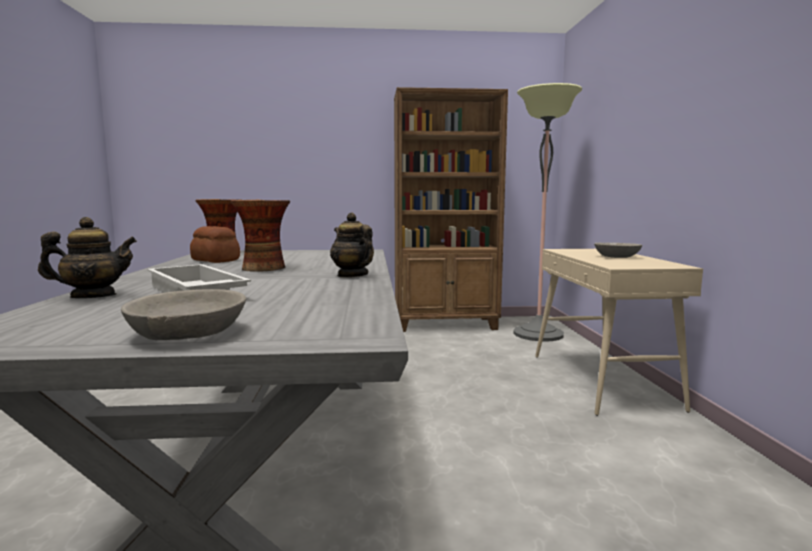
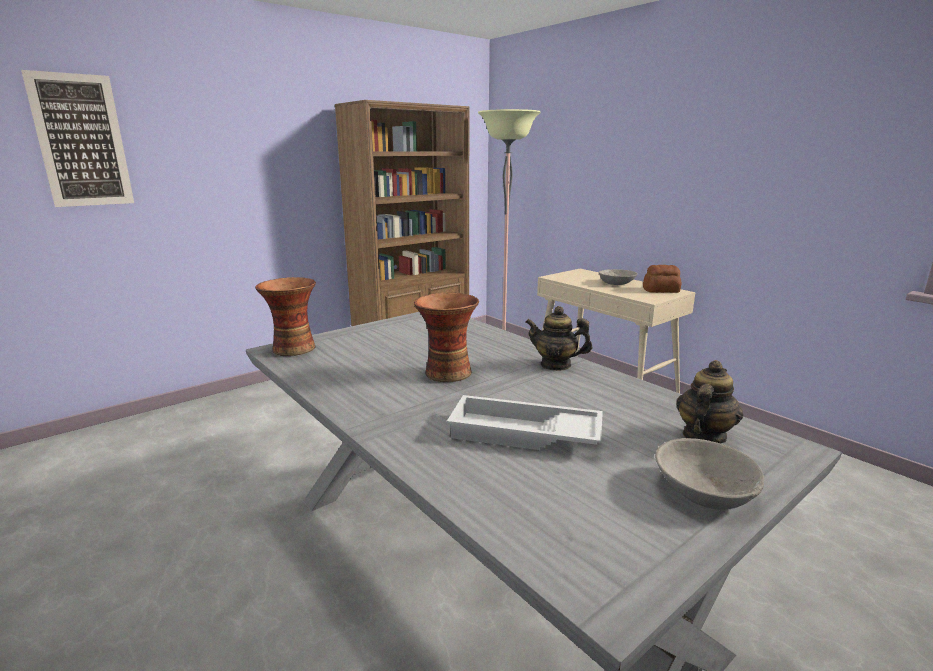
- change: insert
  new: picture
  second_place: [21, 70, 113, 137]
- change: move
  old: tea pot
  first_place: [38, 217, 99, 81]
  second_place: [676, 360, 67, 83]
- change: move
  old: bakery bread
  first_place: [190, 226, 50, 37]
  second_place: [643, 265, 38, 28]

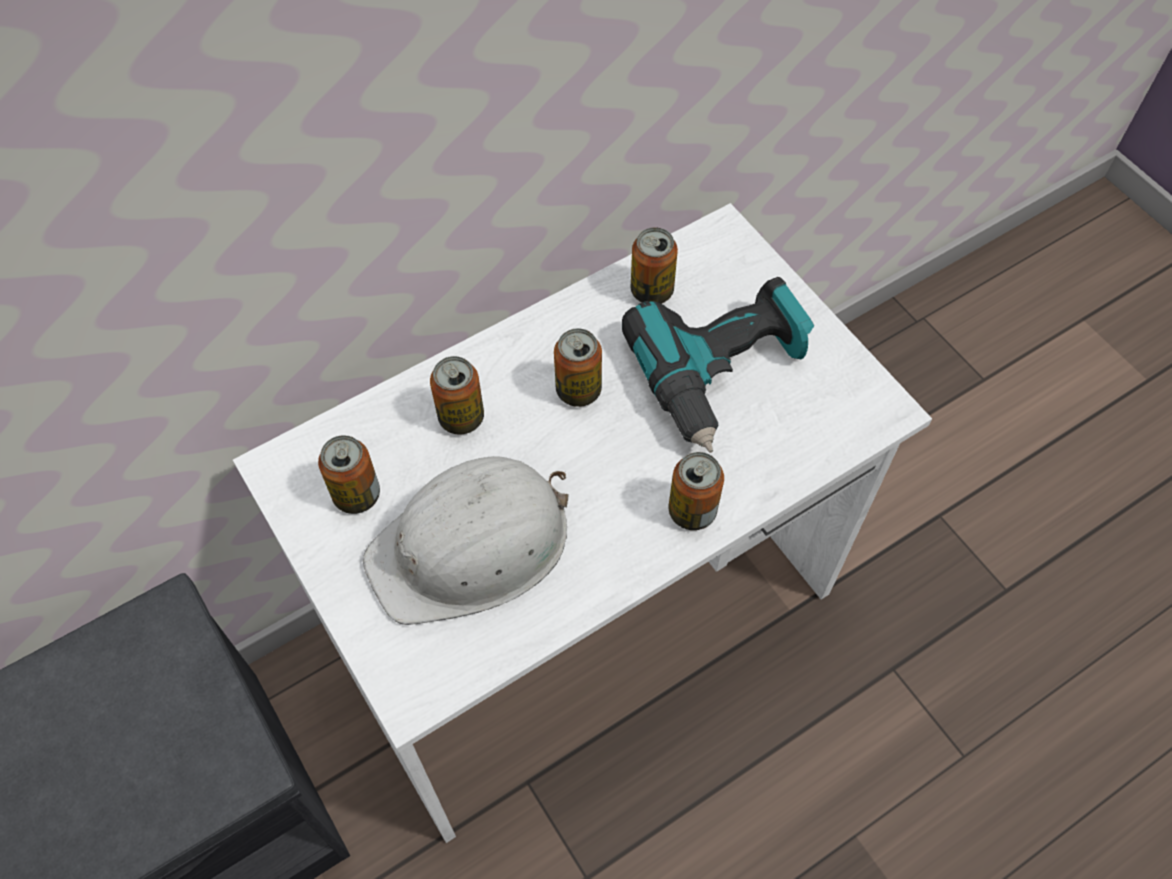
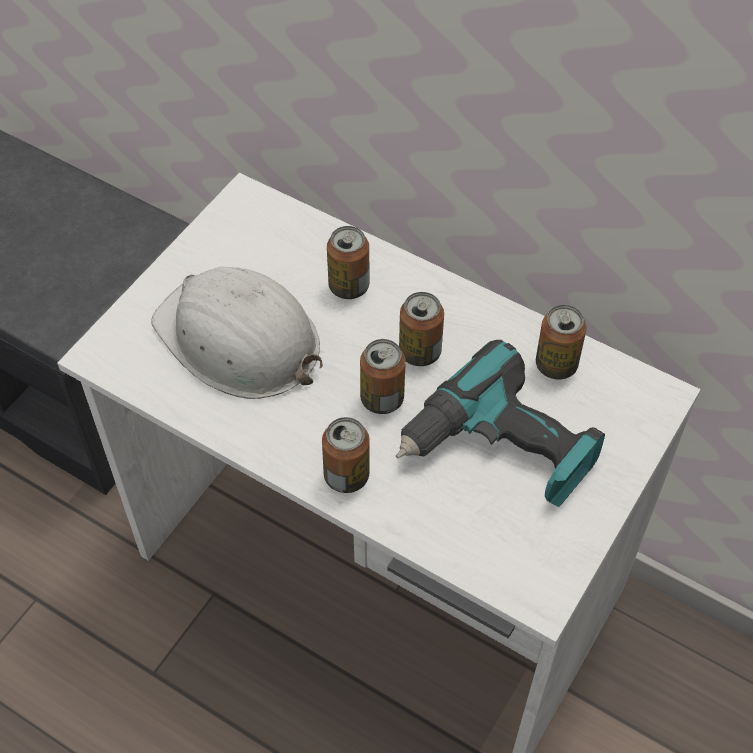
- change: move
  old: metal can
  first_place: [318, 436, 62, 78]
  second_place: [360, 339, 46, 75]

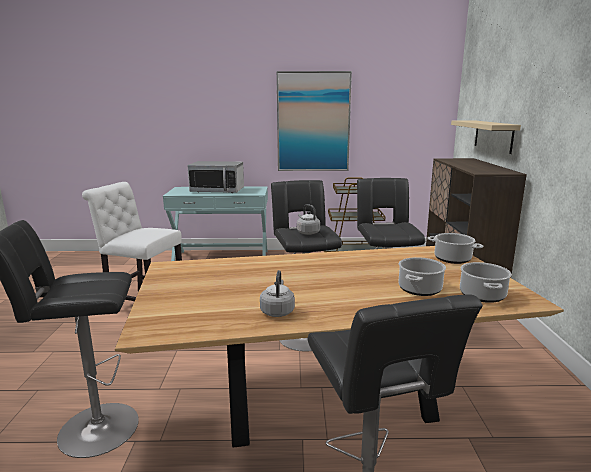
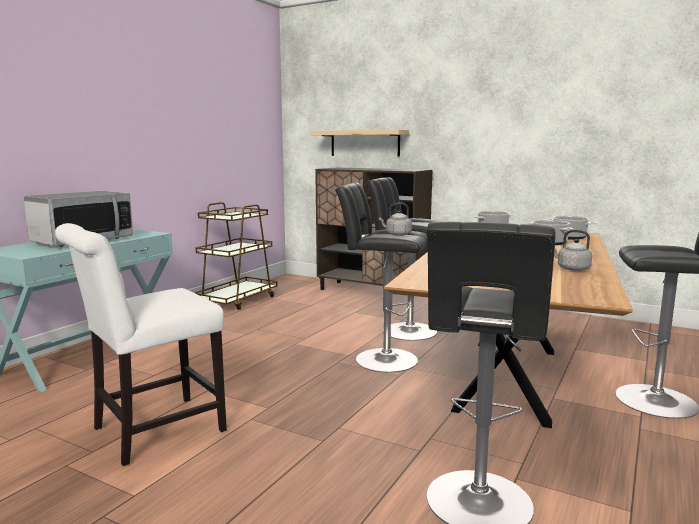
- change: delete
  old: picture
  first_place: [277, 71, 75, 100]

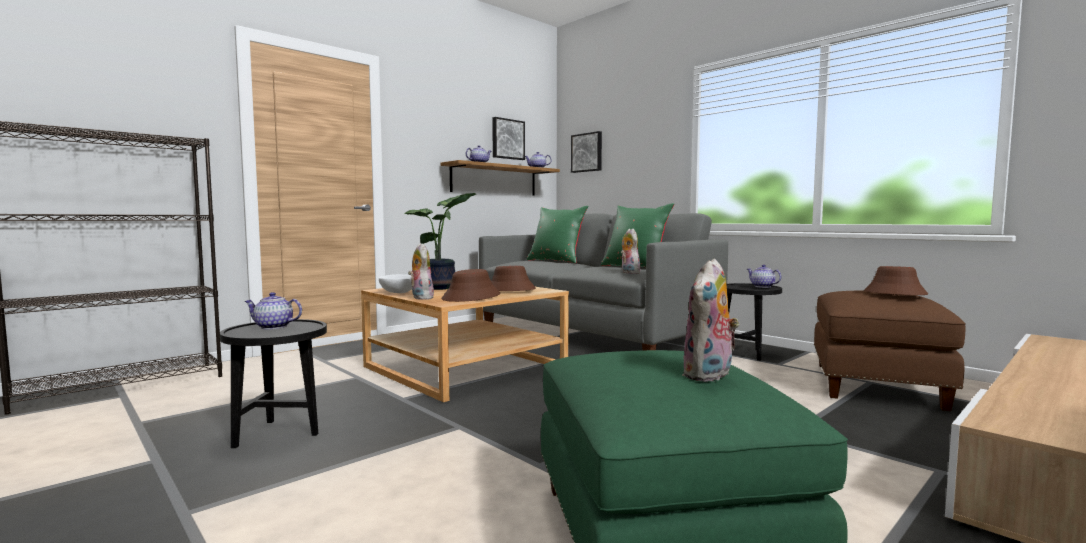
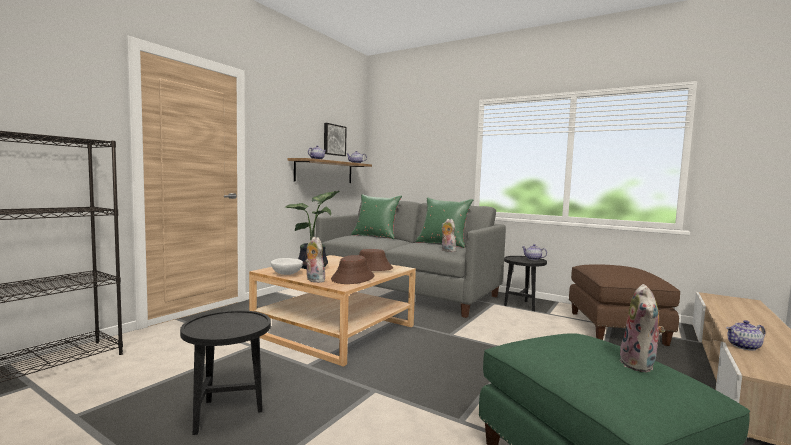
- change: delete
  old: picture
  first_place: [571, 131, 31, 42]
- change: delete
  old: brownish hat
  first_place: [864, 266, 64, 29]
- change: move
  old: tea pot
  first_place: [245, 292, 57, 37]
  second_place: [726, 320, 39, 31]

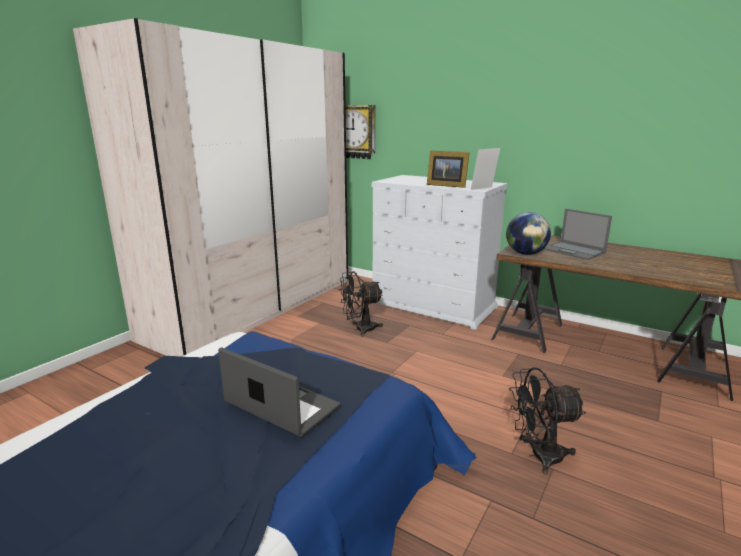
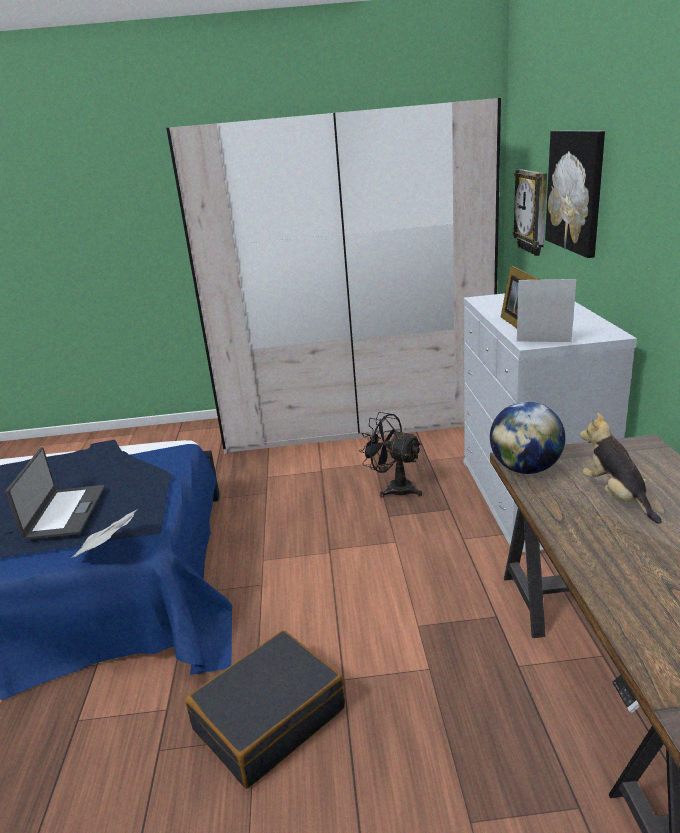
- change: insert
  new: printed paper
  second_place: [71, 509, 67, 49]
- change: insert
  new: picture
  second_place: [545, 131, 60, 127]
- change: replace
  old: black fan
  new: black suitcase
  first_place: [509, 367, 77, 107]
  second_place: [186, 630, 159, 159]
- change: replace
  old: laptop
  new: soft toy
  first_place: [544, 209, 68, 51]
  second_place: [580, 413, 82, 111]

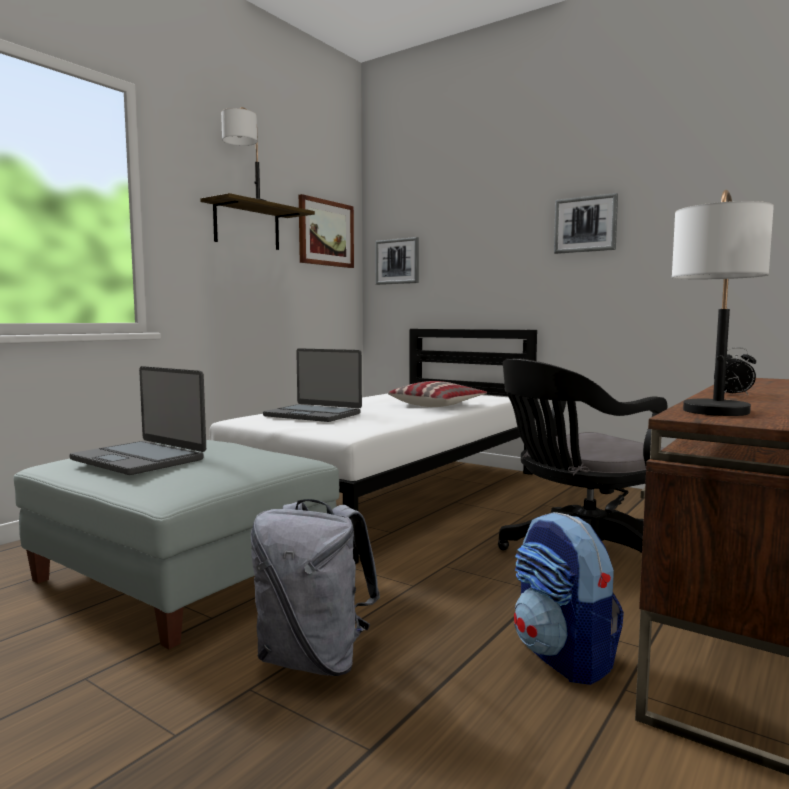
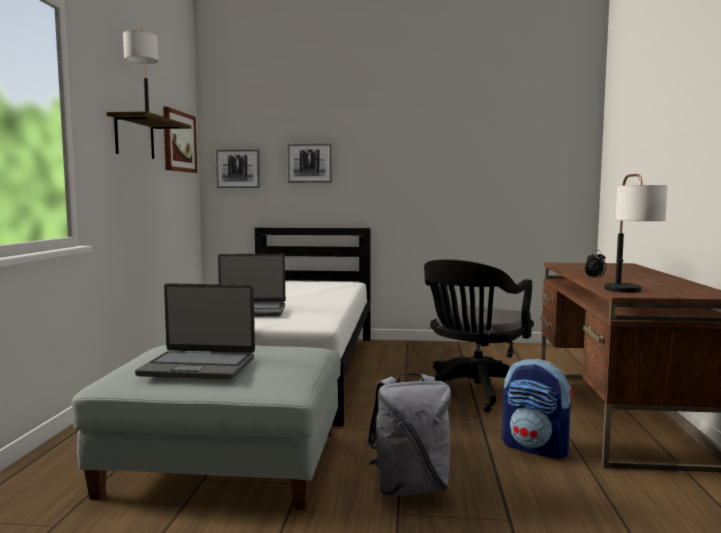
- change: delete
  old: cushion
  first_place: [388, 381, 99, 26]
- change: move
  old: picture
  first_place: [554, 193, 64, 61]
  second_place: [287, 143, 45, 40]

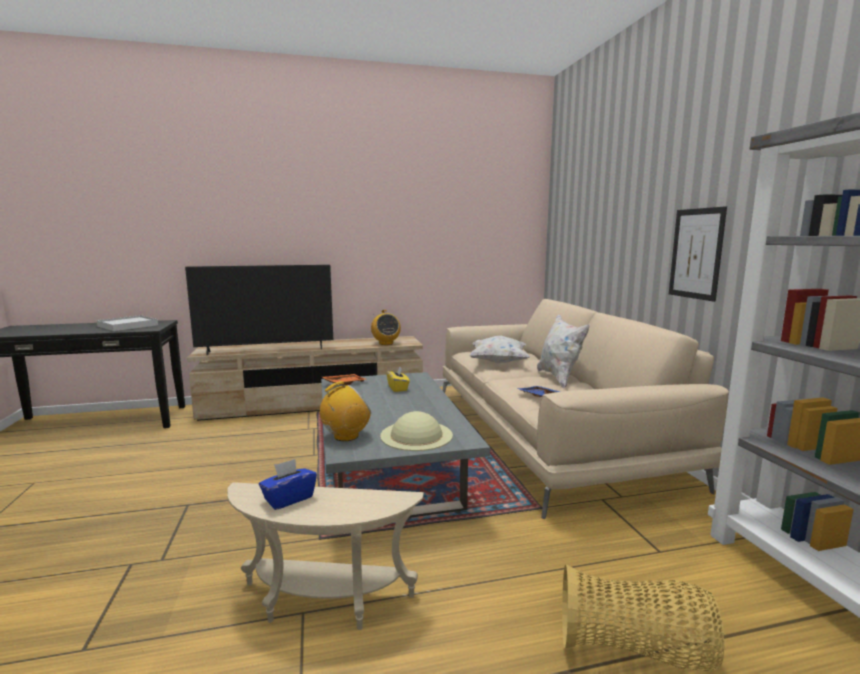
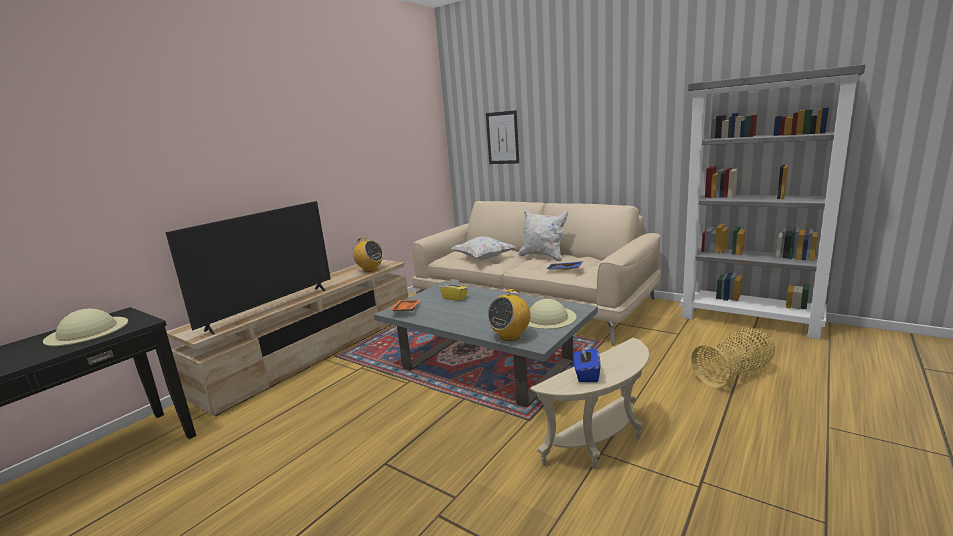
- change: move
  old: picture
  first_place: [669, 206, 58, 96]
  second_place: [486, 110, 33, 54]
- change: replace
  old: white tray
  new: beige hat
  first_place: [97, 315, 61, 16]
  second_place: [43, 309, 85, 37]
- change: rotate
  old: radio set
  first_place: [320, 381, 51, 60]
  second_place: [487, 289, 43, 52]
  degrees: -150

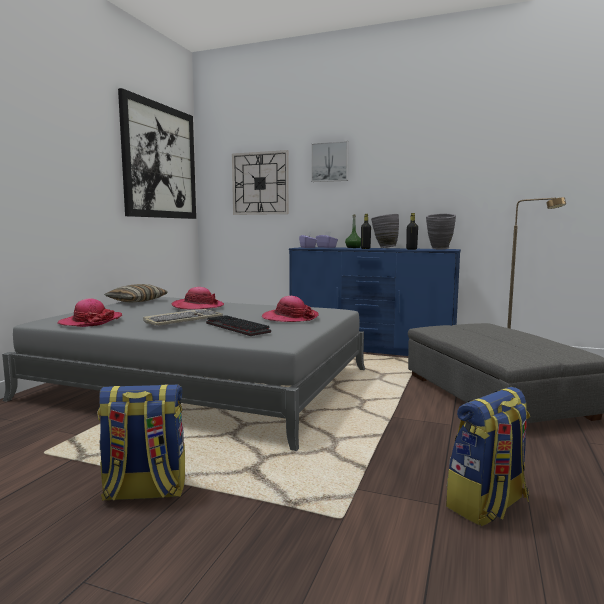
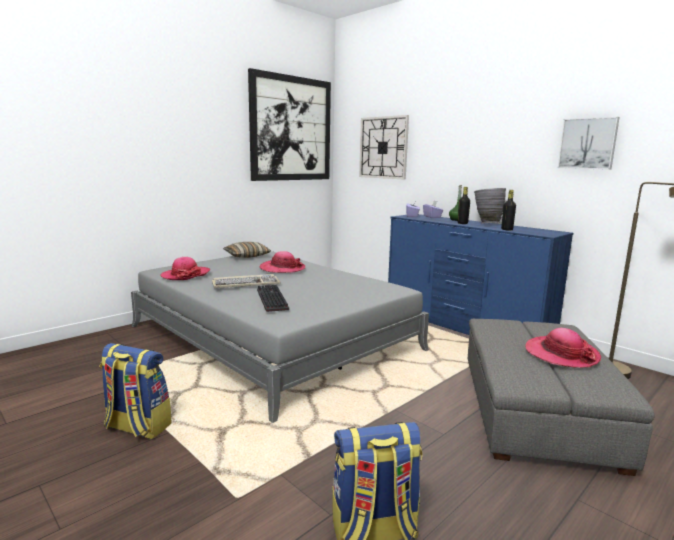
- change: delete
  old: grey vase
  first_place: [426, 214, 30, 36]
- change: move
  old: hat
  first_place: [262, 296, 57, 26]
  second_place: [525, 328, 76, 40]
- change: move
  old: picture
  first_place: [311, 141, 38, 41]
  second_place: [558, 117, 62, 53]

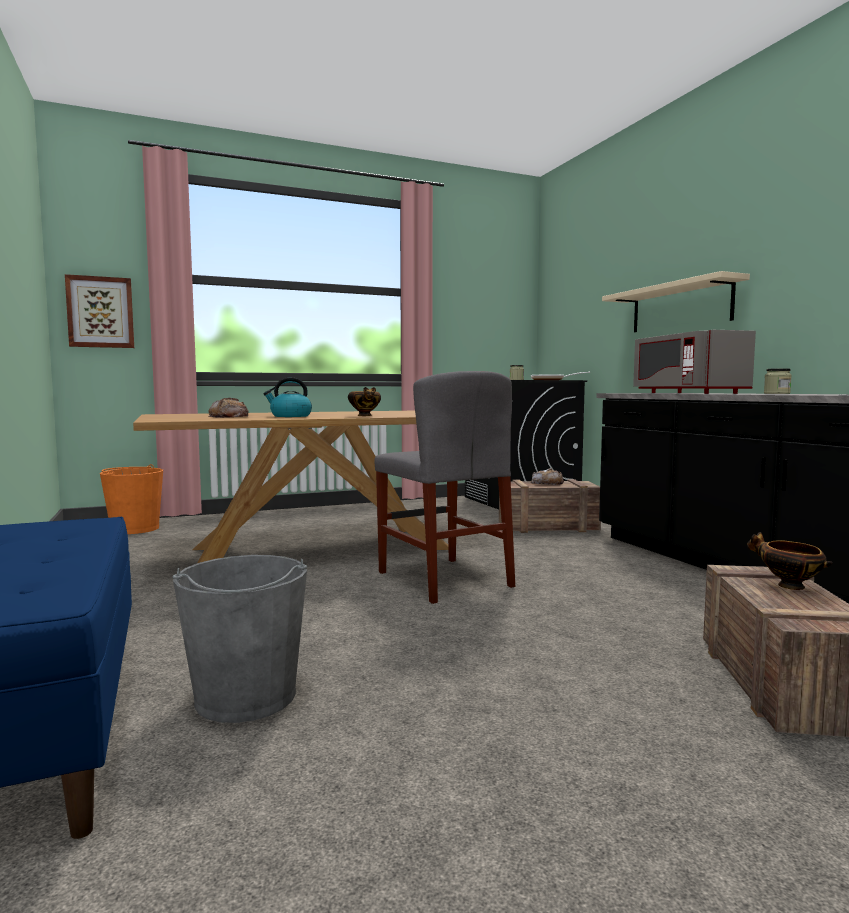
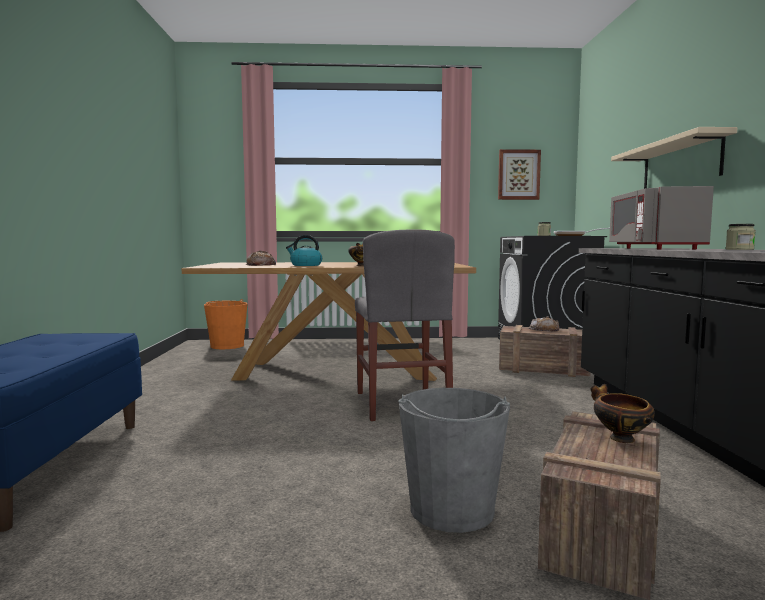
- change: move
  old: picture
  first_place: [65, 274, 69, 74]
  second_place: [498, 149, 43, 51]
- change: move
  old: grey pail
  first_place: [172, 555, 135, 168]
  second_place: [398, 388, 112, 145]

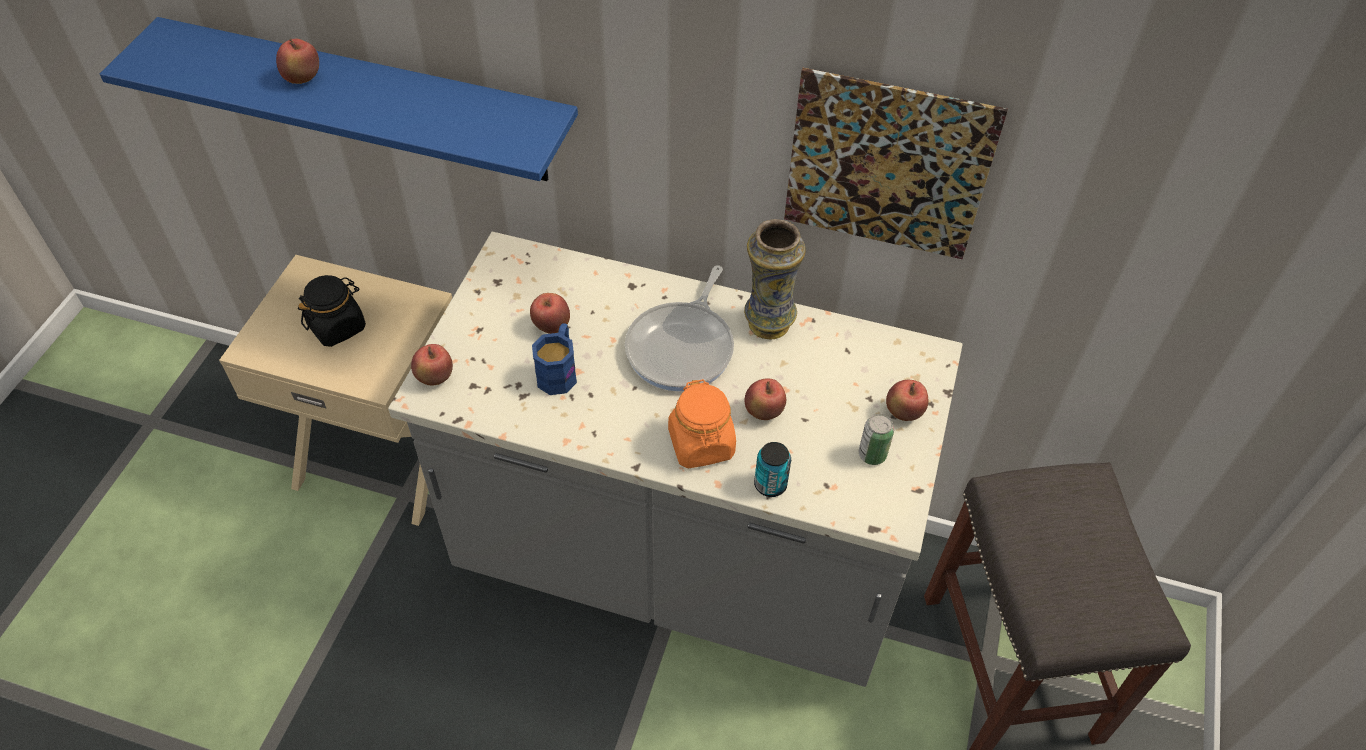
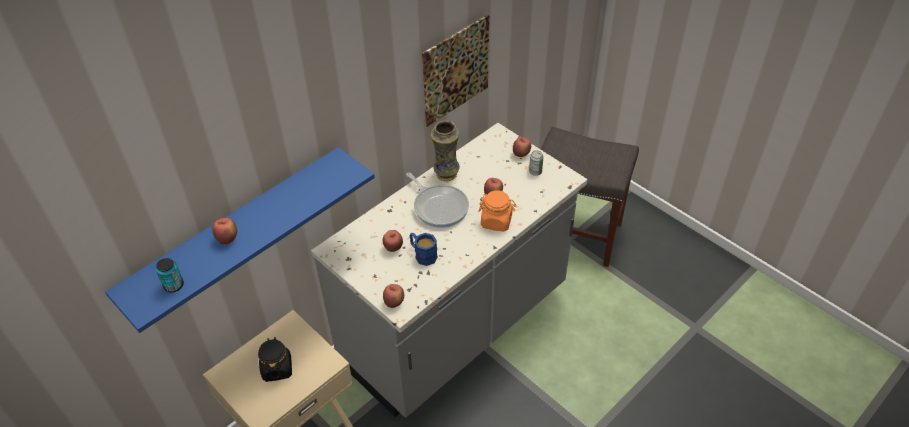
- change: move
  old: metal can
  first_place: [754, 442, 37, 55]
  second_place: [156, 258, 28, 34]

